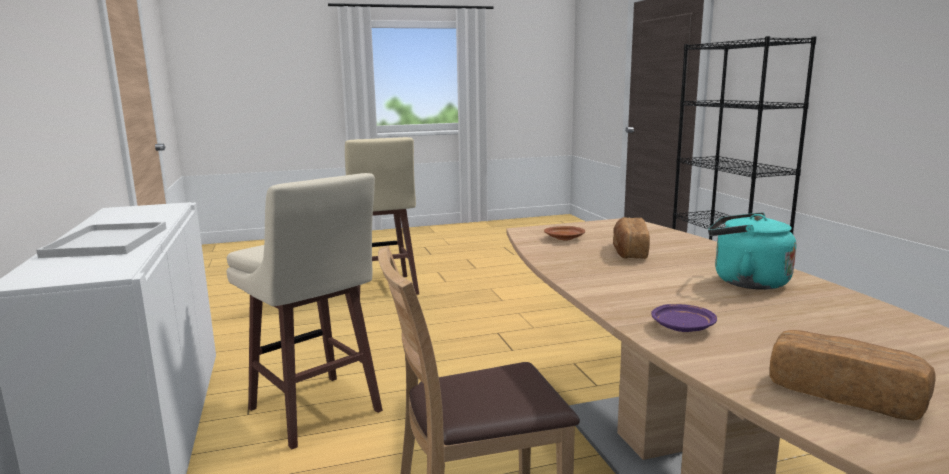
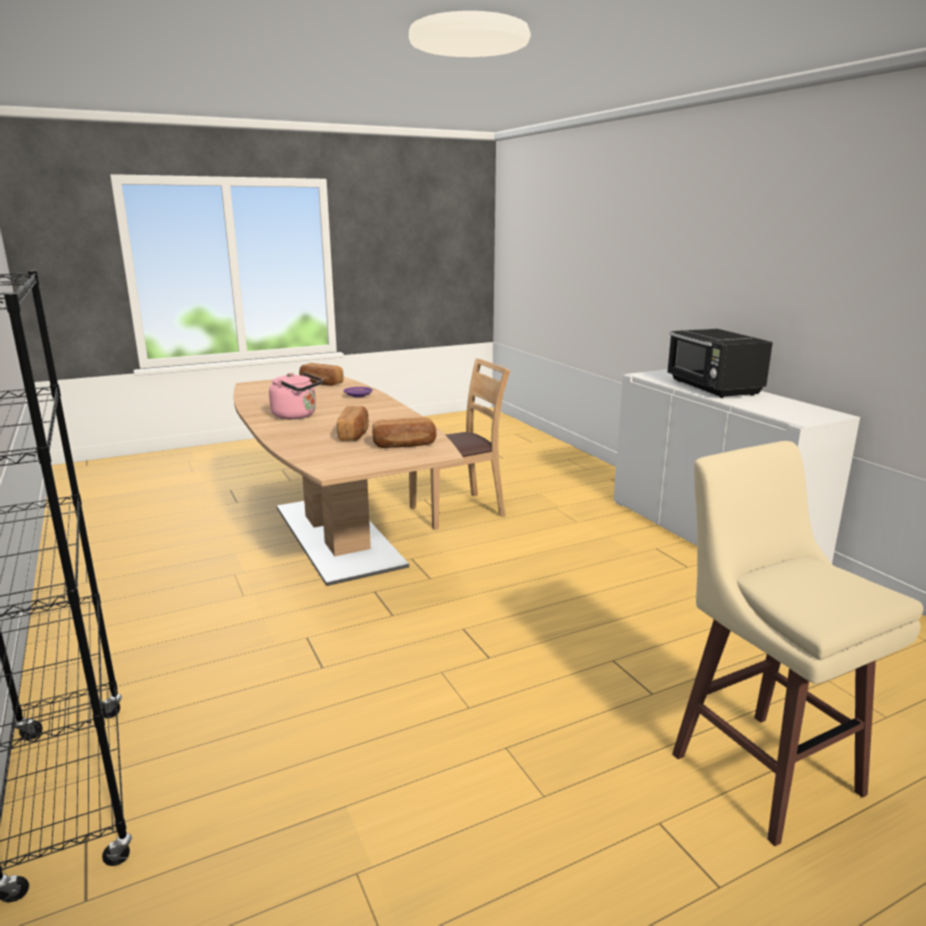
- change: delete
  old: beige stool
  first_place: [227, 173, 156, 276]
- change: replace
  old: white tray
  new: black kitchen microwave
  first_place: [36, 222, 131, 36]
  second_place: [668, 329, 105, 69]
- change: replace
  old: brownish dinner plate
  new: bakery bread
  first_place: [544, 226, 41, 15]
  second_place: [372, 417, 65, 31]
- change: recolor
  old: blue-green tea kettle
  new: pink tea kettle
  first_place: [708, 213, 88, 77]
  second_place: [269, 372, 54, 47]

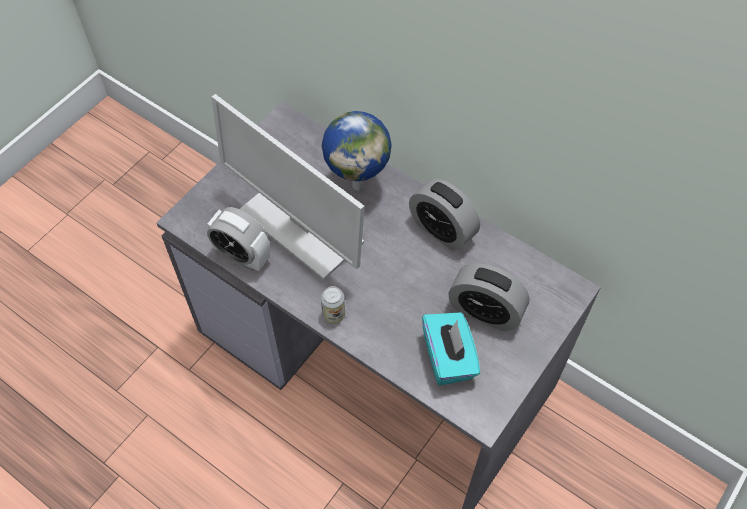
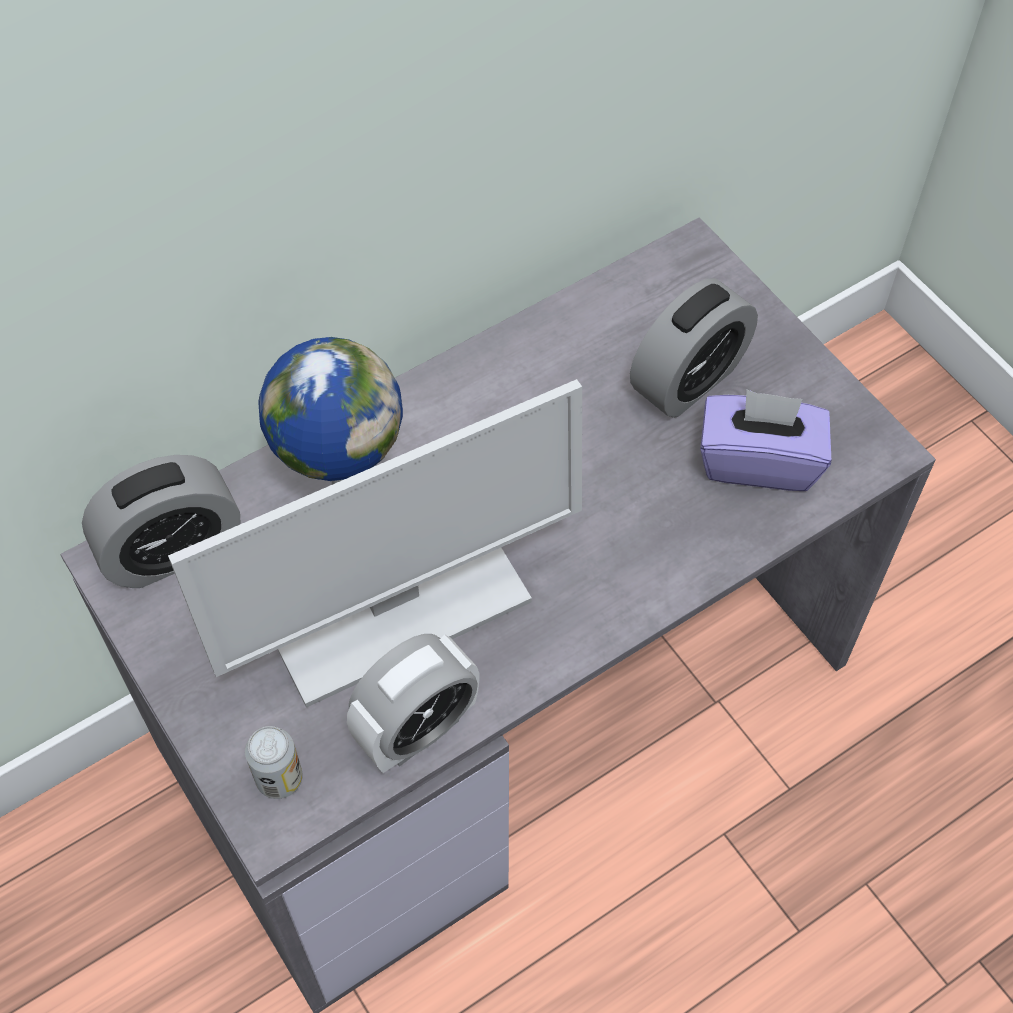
- change: move
  old: metal can
  first_place: [321, 286, 24, 38]
  second_place: [245, 726, 58, 73]
- change: move
  old: table clock
  first_place: [409, 178, 71, 73]
  second_place: [82, 455, 159, 133]
- change: recolor
  old: blue-green box of tissues
  new: purple box of tissues
  first_place: [422, 312, 58, 73]
  second_place: [700, 390, 131, 101]

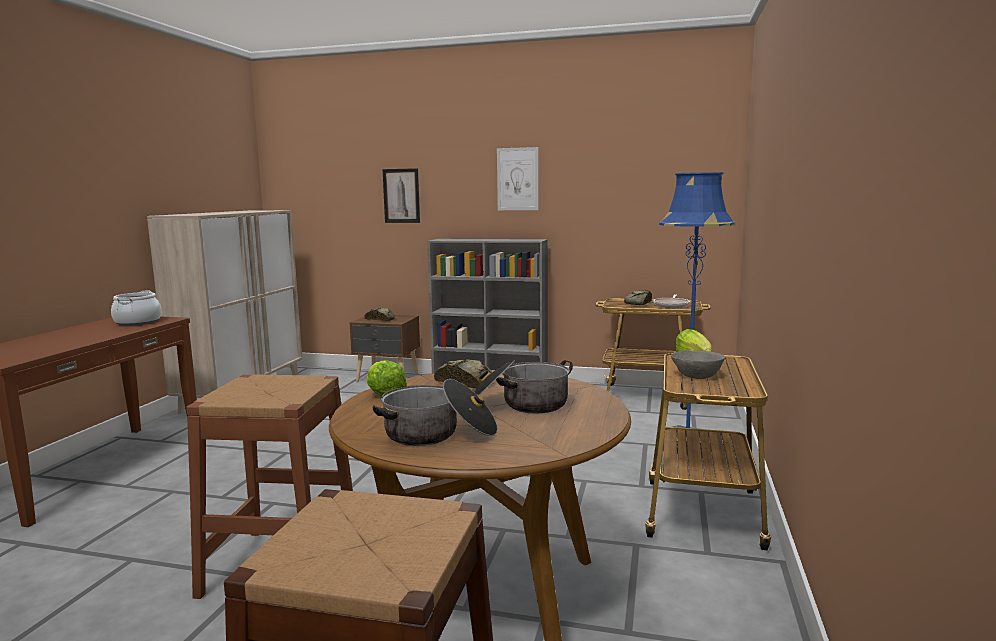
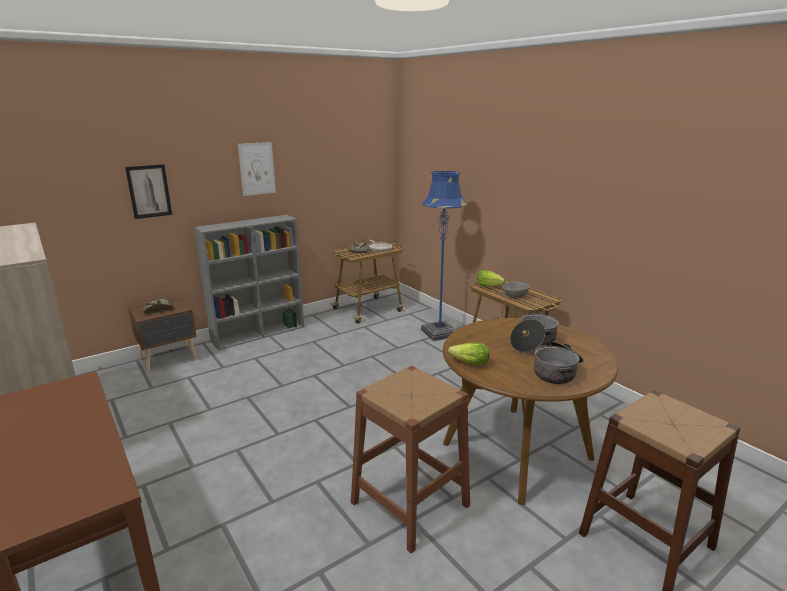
- change: delete
  old: stockpot
  first_place: [111, 291, 50, 35]
- change: delete
  old: bakery bread
  first_place: [434, 360, 58, 29]

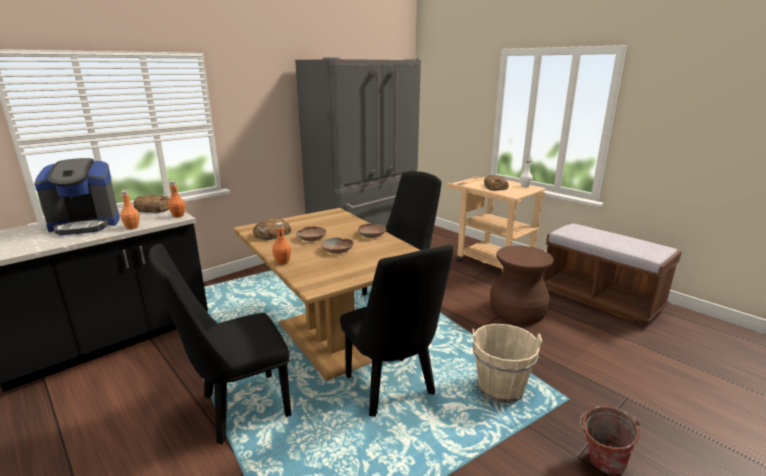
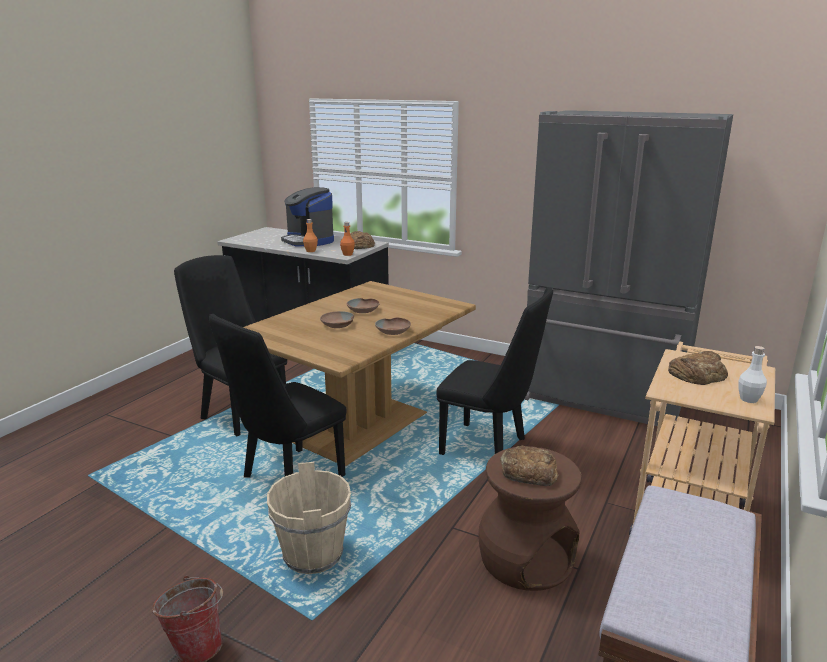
- change: delete
  old: orangey drink bottle
  first_place: [272, 222, 19, 43]
- change: move
  old: bakery bread
  first_place: [253, 218, 38, 22]
  second_place: [500, 446, 59, 40]

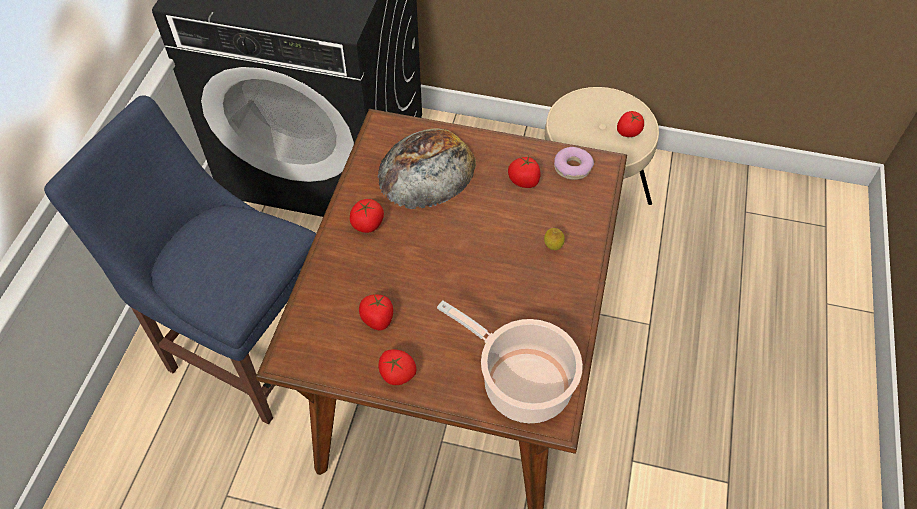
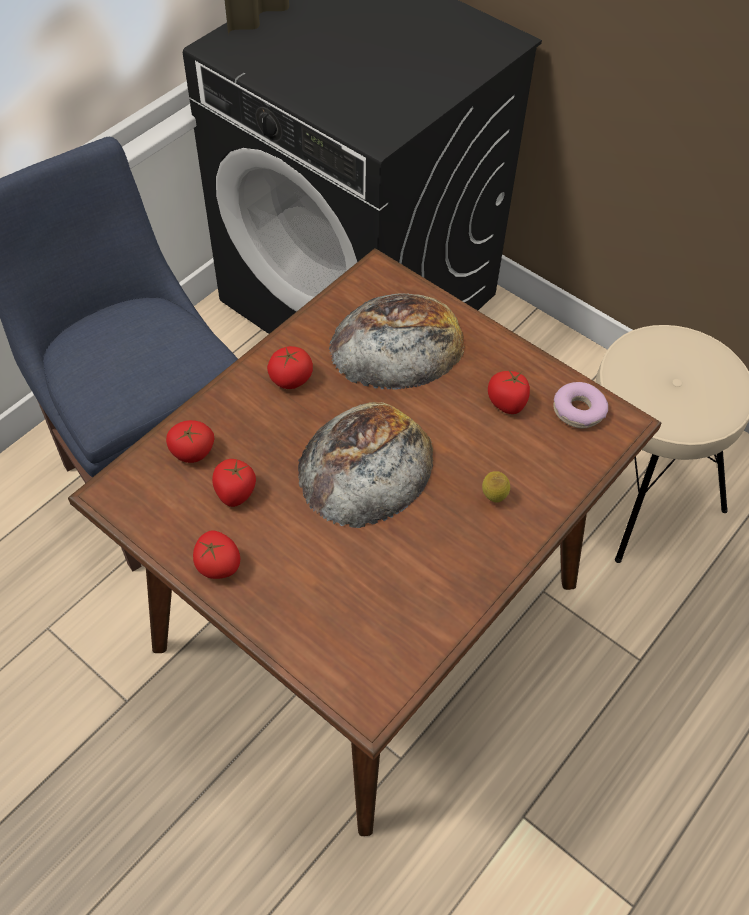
- change: delete
  old: stockpot
  first_place: [437, 300, 146, 123]
- change: insert
  new: bakery bread
  second_place: [298, 402, 135, 126]
- change: move
  old: fresh tomato
  first_place: [617, 111, 27, 26]
  second_place: [166, 420, 48, 43]

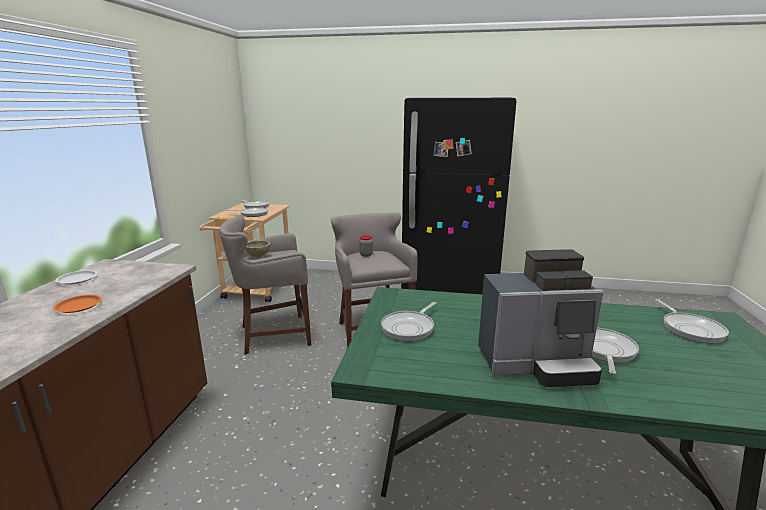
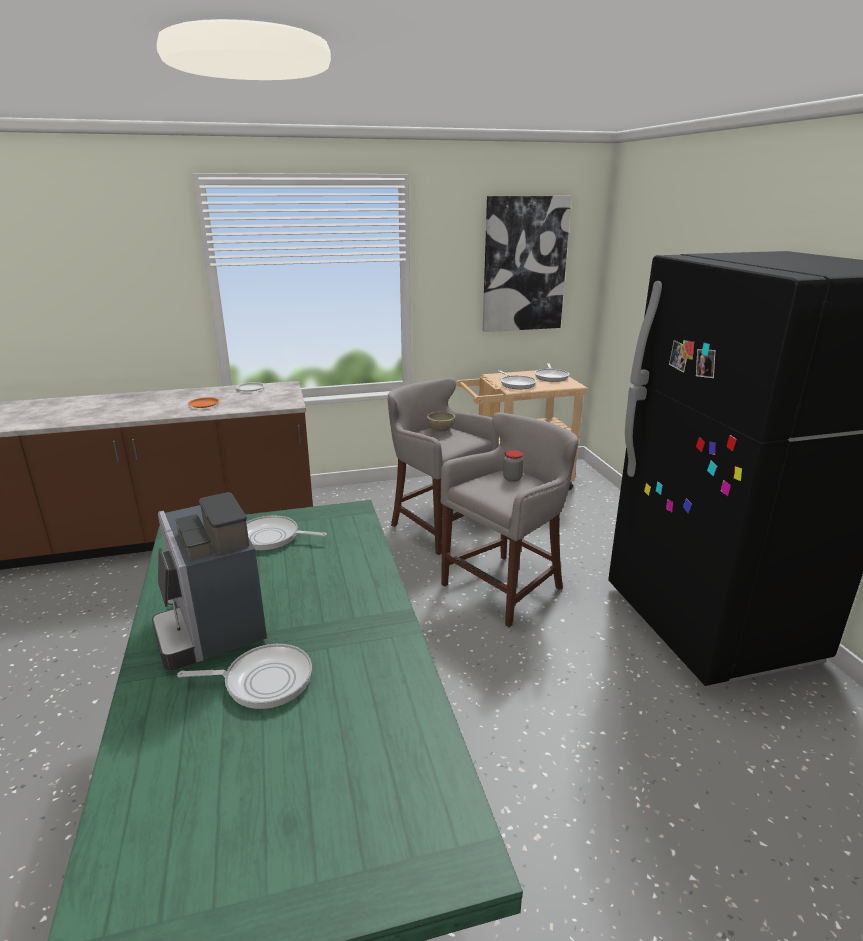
- change: delete
  old: pan
  first_place: [655, 299, 74, 44]
- change: insert
  new: picture
  second_place: [483, 196, 88, 136]

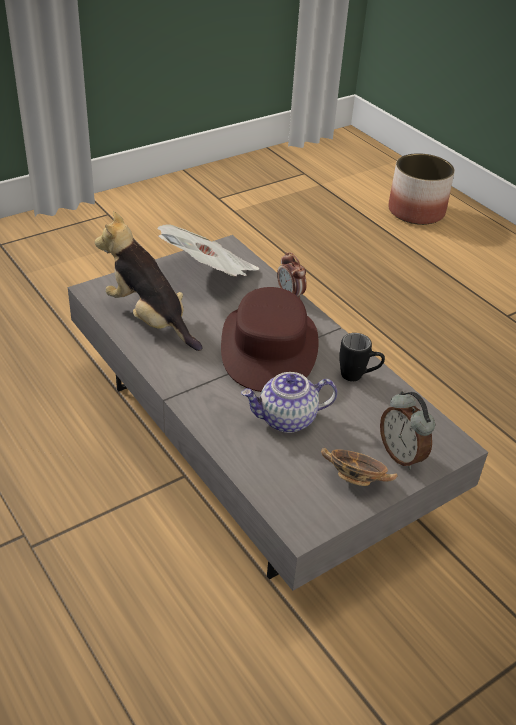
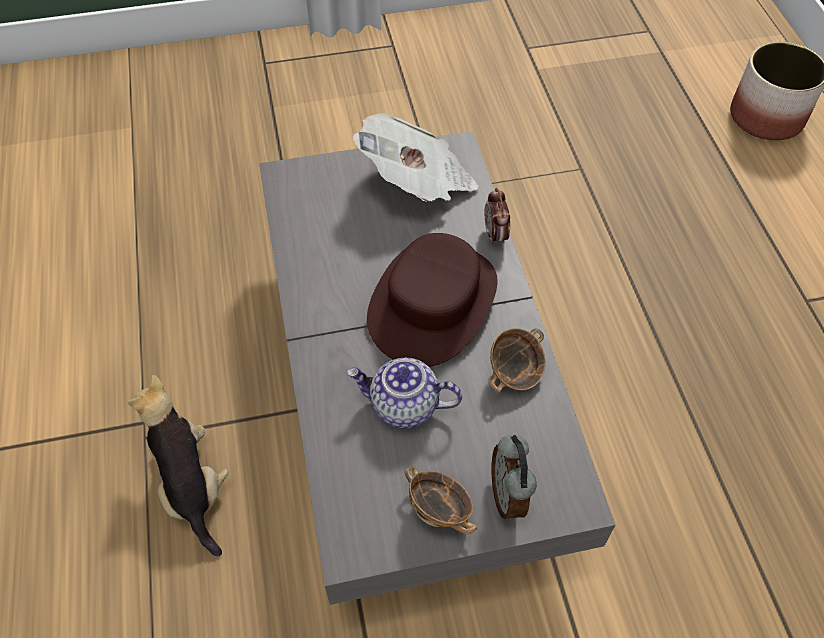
- change: move
  old: soft toy
  first_place: [95, 211, 108, 140]
  second_place: [128, 375, 100, 182]
- change: replace
  old: black mug
  new: deep dish
  first_place: [339, 333, 46, 49]
  second_place: [490, 328, 55, 65]

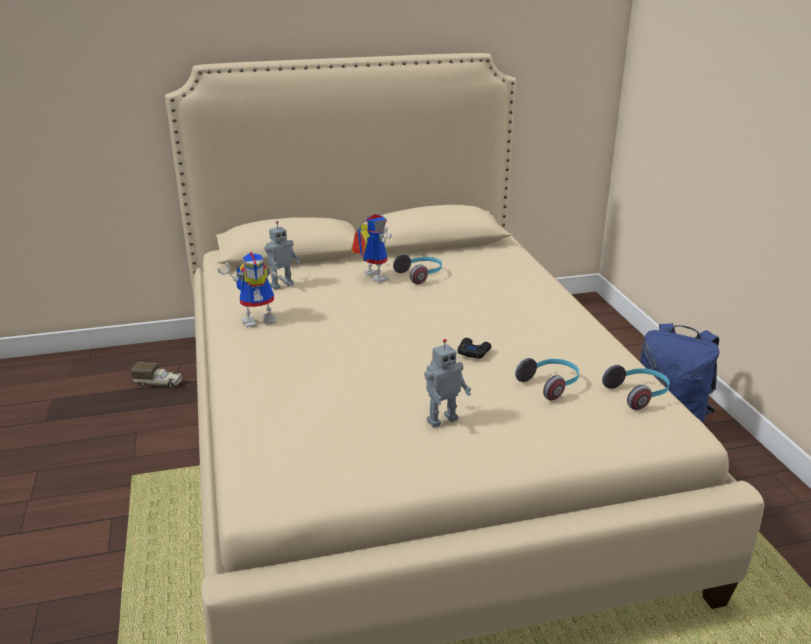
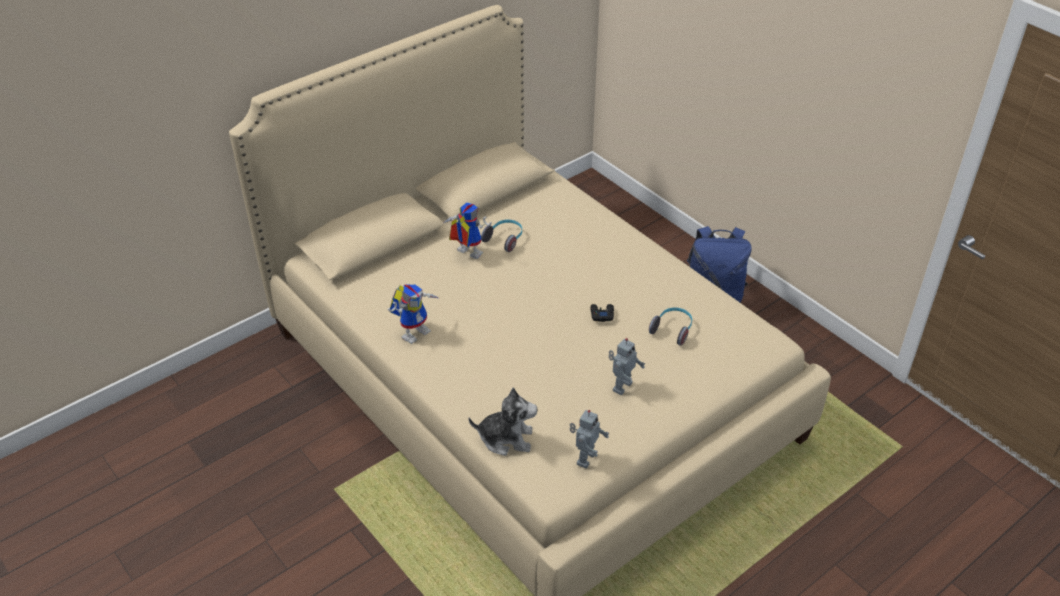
- change: delete
  old: toy lorry
  first_place: [131, 362, 51, 26]
- change: delete
  old: pair of headphones
  first_place: [602, 365, 68, 45]
- change: insert
  new: soft toy
  second_place: [468, 387, 69, 69]
- change: move
  old: robot figure
  first_place: [264, 221, 36, 69]
  second_place: [570, 410, 39, 59]

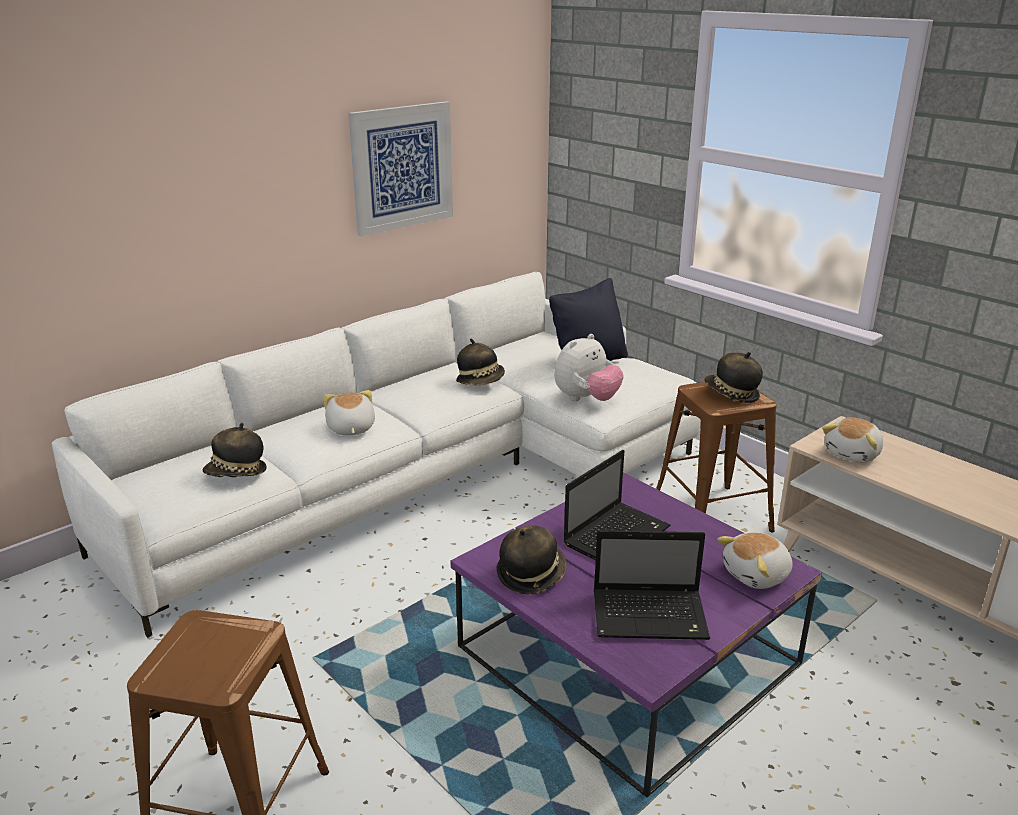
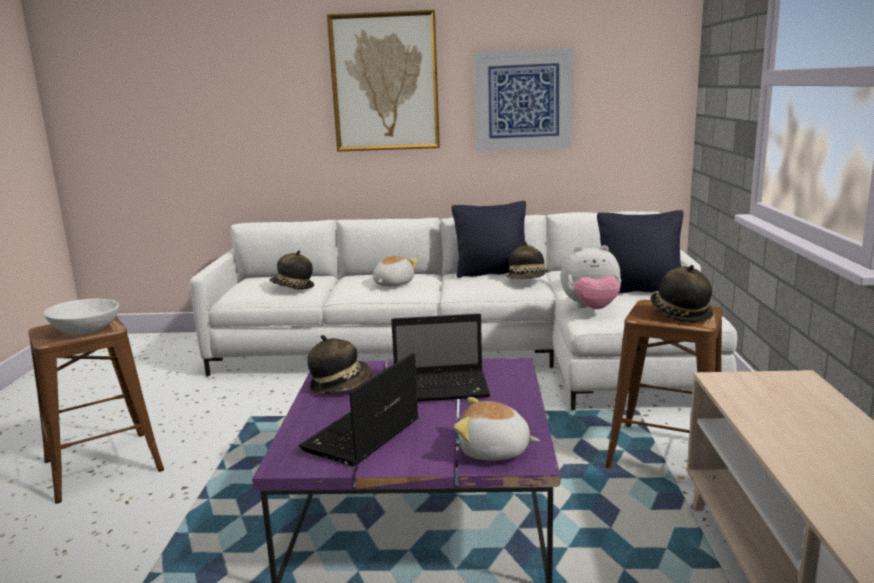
- change: delete
  old: soft toy
  first_place: [822, 418, 61, 44]
- change: insert
  new: white deep dish
  second_place: [44, 299, 75, 36]
- change: insert
  new: picture
  second_place: [327, 10, 113, 142]
- change: insert
  new: black cushion
  second_place: [452, 201, 74, 77]
- change: rotate
  old: laptop
  first_place: [594, 530, 116, 110]
  second_place: [299, 353, 120, 113]
  degrees: 75

